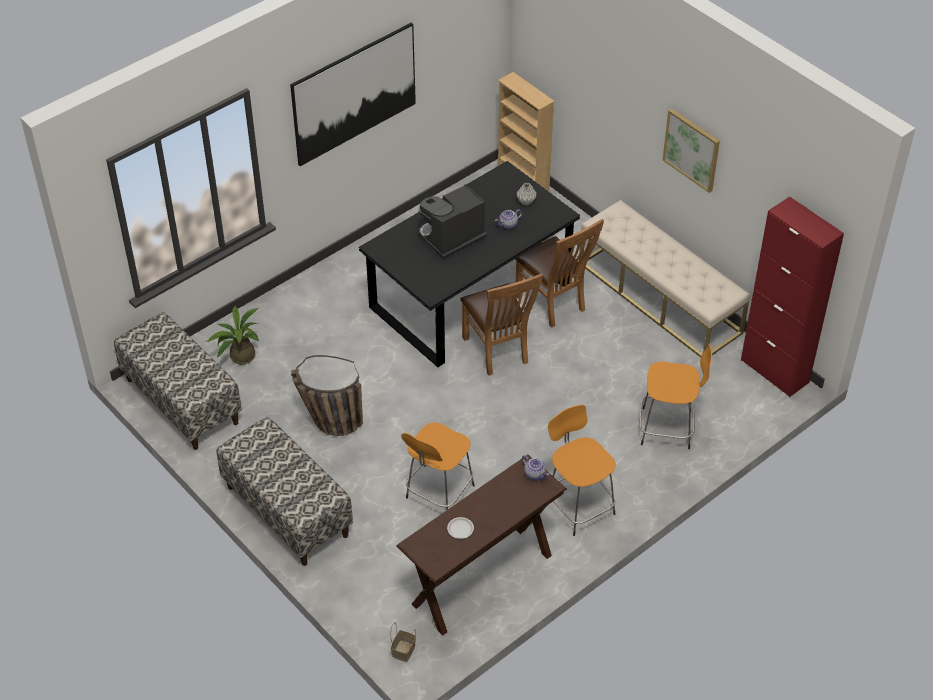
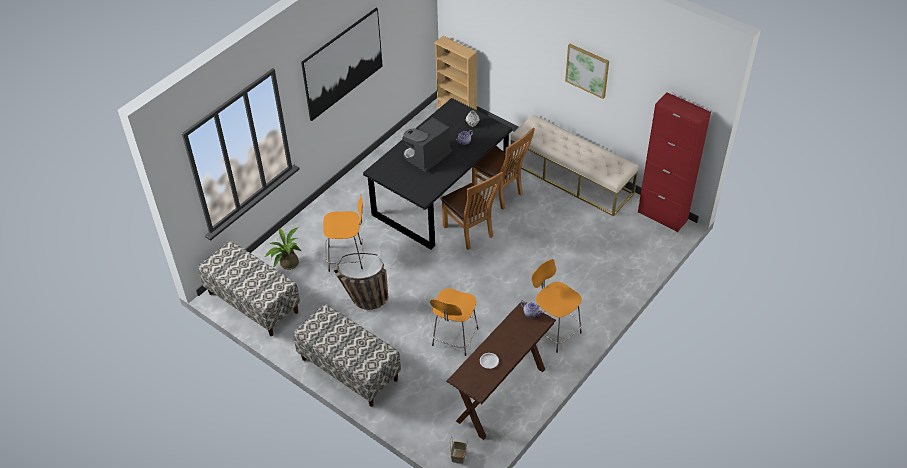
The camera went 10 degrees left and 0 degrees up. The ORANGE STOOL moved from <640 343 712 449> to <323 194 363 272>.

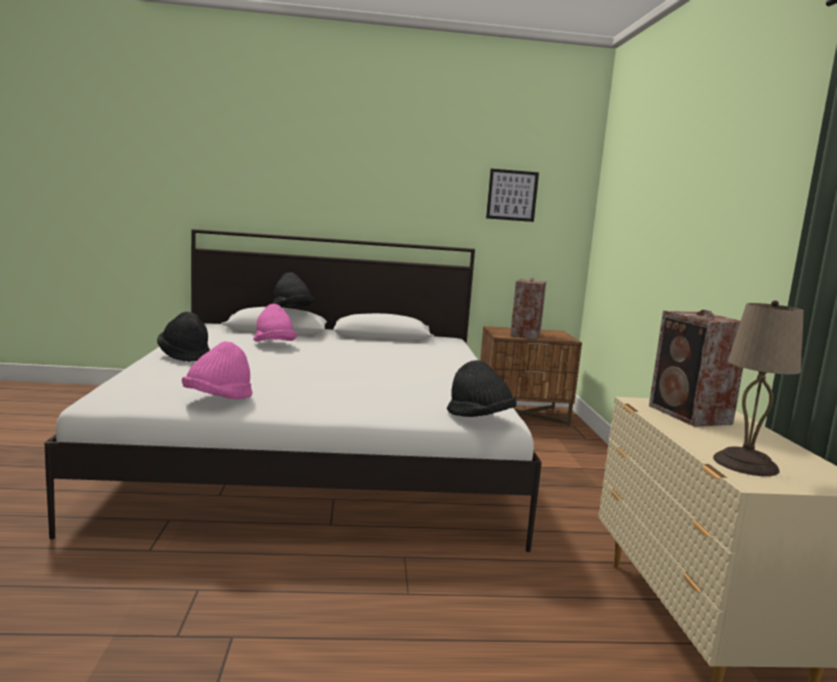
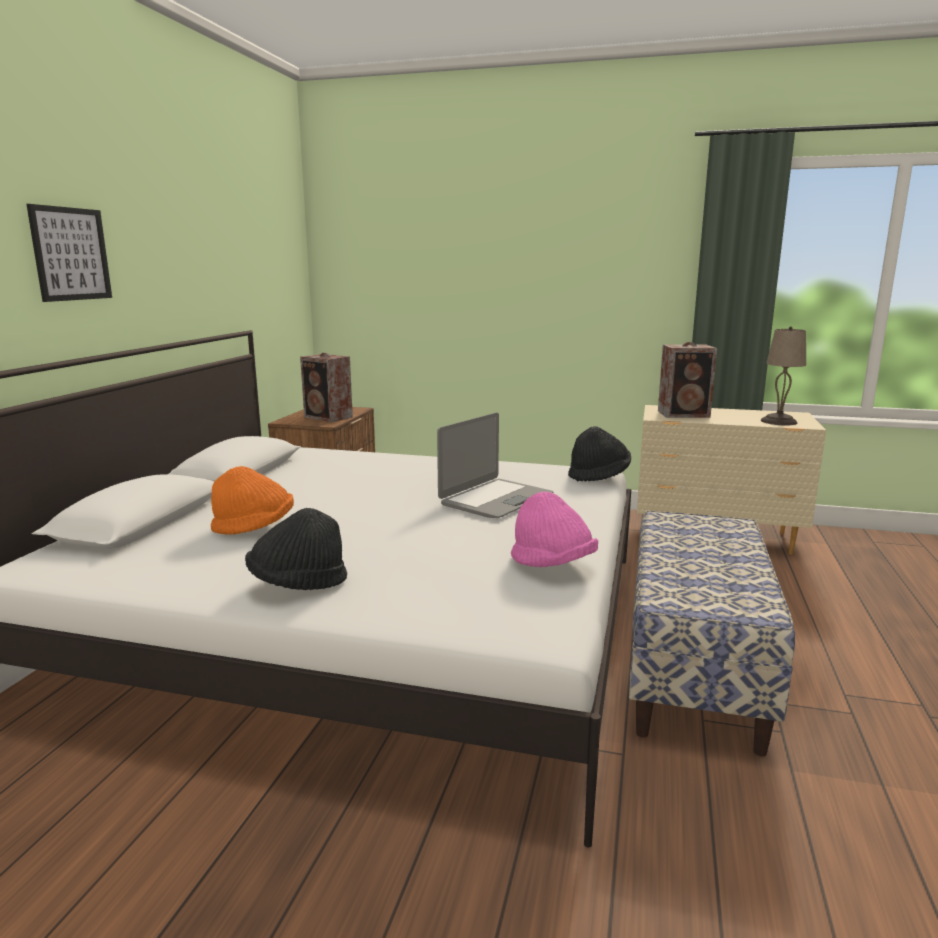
The camera went 70 degrees left and 5 degrees up. The PICTURE moved from <486 169 539 222> to <26 204 112 302>. The PINK HAT at <253 304 297 342> became the ORANGE HAT at <211 466 294 535>. The LAPTOP at <437 413 553 518> appeared. The BENCH at <629 511 795 757> appeared. The BLACK HAT at <273 272 314 307> disappeared.

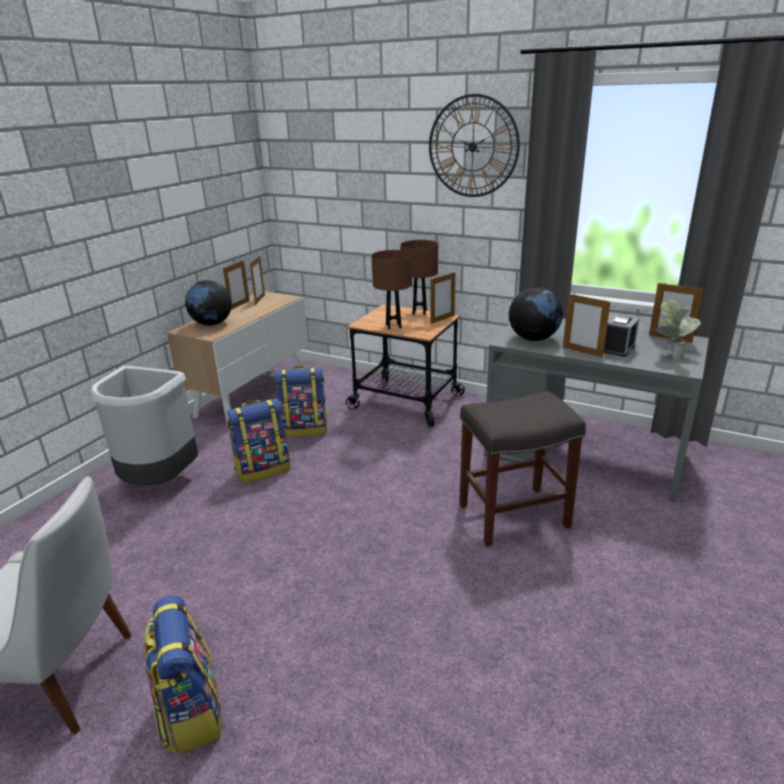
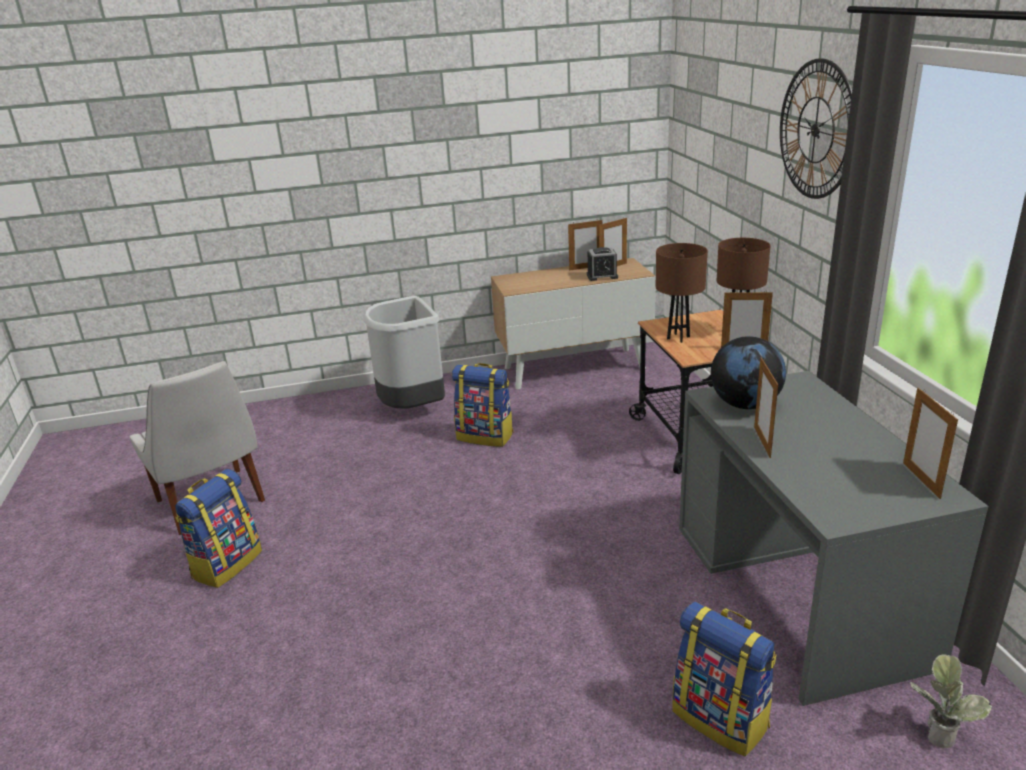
The camera went 50 degrees right and 0 degrees up. The ALARM CLOCK moved from <603 315 639 357> to <587 247 618 281>. The BACKPACK moved from <274 366 328 437> to <673 602 777 756>. The POTTED PLANT moved from <655 299 701 360> to <910 654 993 748>. The GLOBE at <185 280 232 326> disappeared. The GREY STOOL at <459 391 586 547> disappeared.

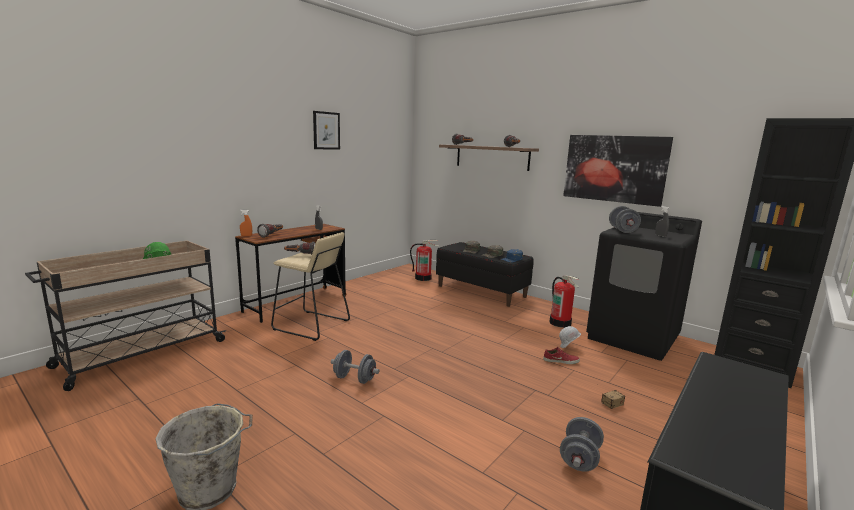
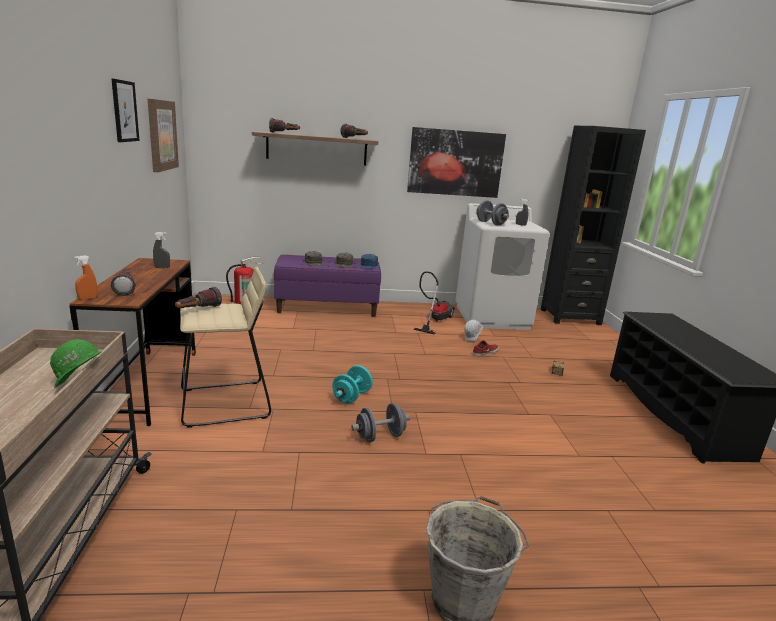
The camera went 45 degrees left and 5 degrees up. The PICTURE at <148 99 179 172> appeared. The BLACK BENCH at <436 242 534 307> became the PURPLE BENCH at <274 255 381 317>. The TURQUOISE DUMBBELL at <332 365 373 404> appeared. The FIRE EXTINGUISHER at <549 276 579 328> was replaced by the VACUUM CLEANER at <414 271 455 335>. The BLACK WASHING MACHINE at <586 212 702 361> became the WHITE WASHING MACHINE at <455 203 550 330>. The GREY DUMBBELL at <560 417 604 472> disappeared.

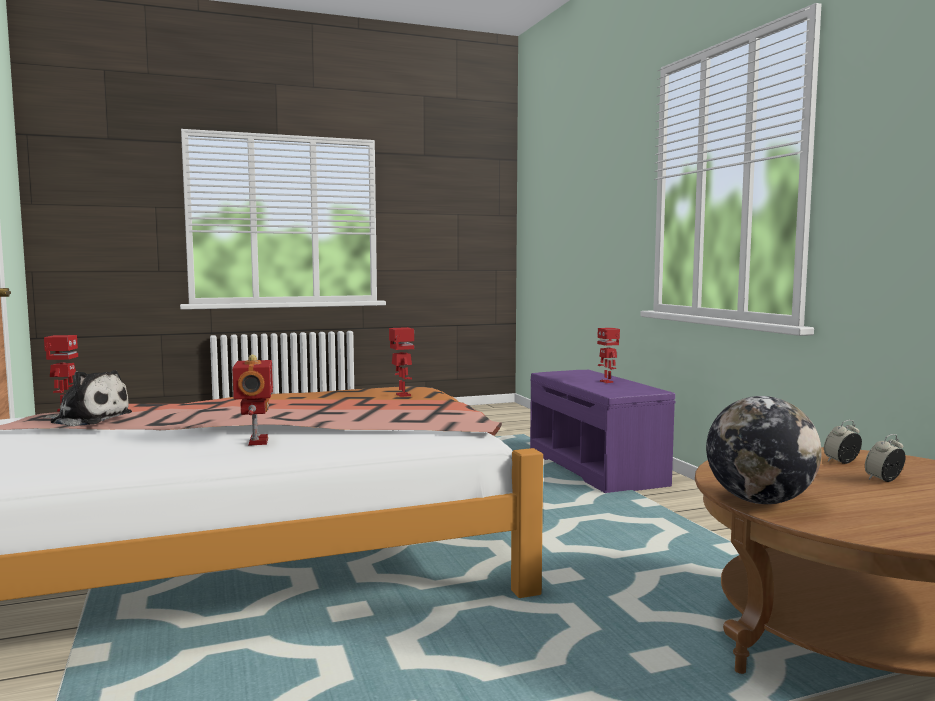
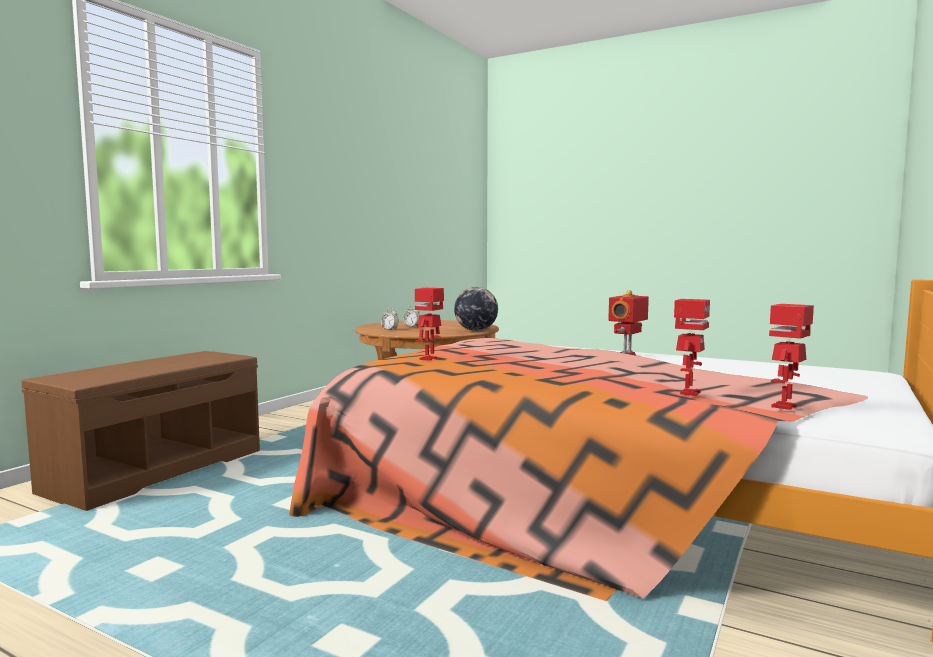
The camera went 130 degrees left and 0 degrees up. The PURPLE BENCH at <530 370 676 493> became the BROWN BENCH at <22 351 260 511>. The TOY ROBOT moved from <597 328 620 383> to <674 299 710 396>. The PLUSH TOY at <43 370 132 426> disappeared.

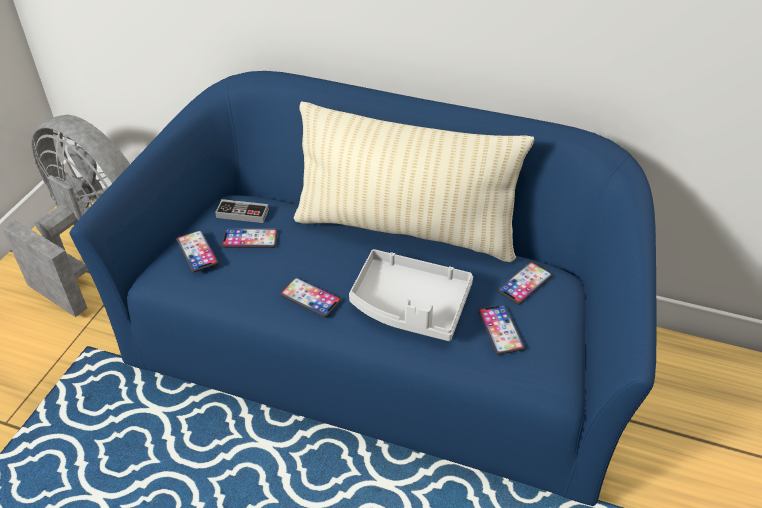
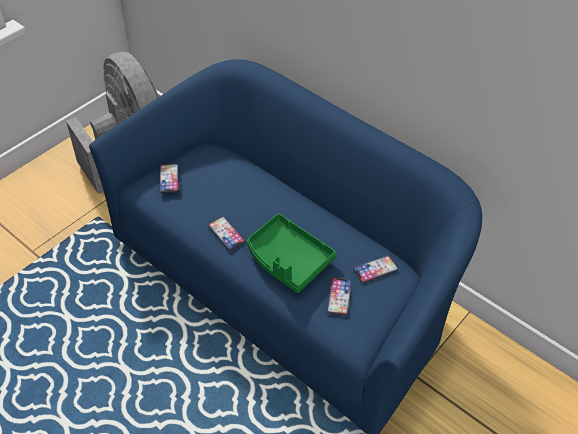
The camera went 20 degrees right and 5 degrees up. The GREY TRAY at <349 249 473 341> became the GREEN TRAY at <247 213 337 293>. The GAME CONTROLLER at <215 199 269 223> disappeared. The PHONE at <222 229 278 248> disappeared. The BEIGE PILLOW at <294 101 534 262> disappeared.

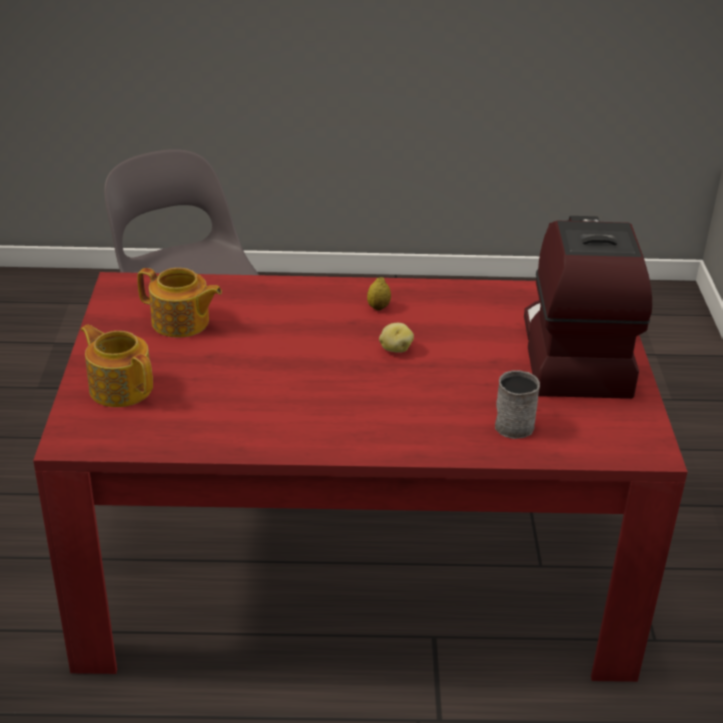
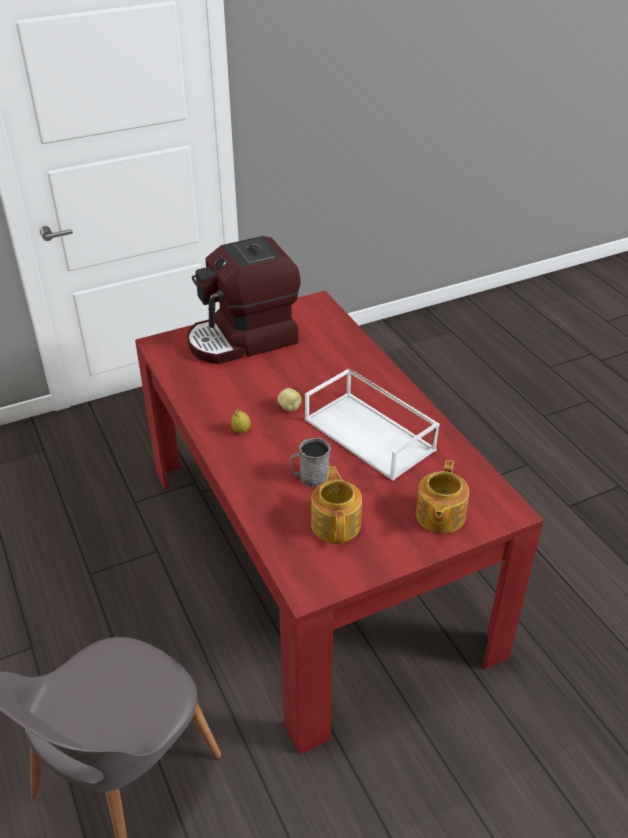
The camera went 115 degrees left and 5 degrees up. The GREY MUG moved from <495 370 540 439> to <290 438 331 487>. The WHITE TRAY at <305 368 439 481> appeared.

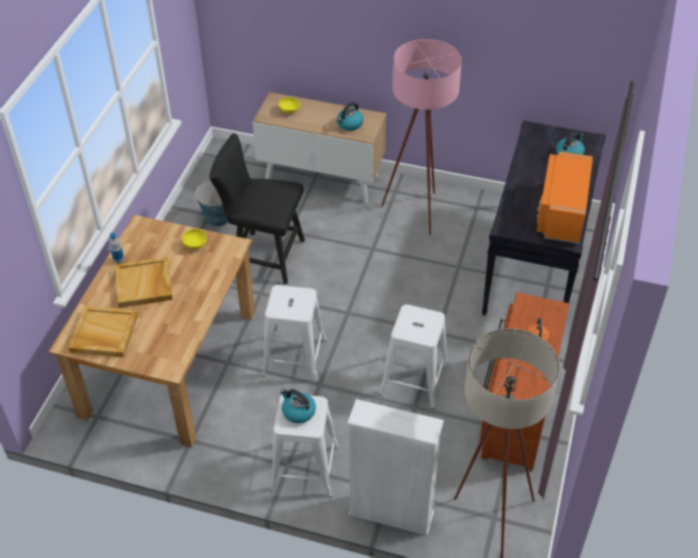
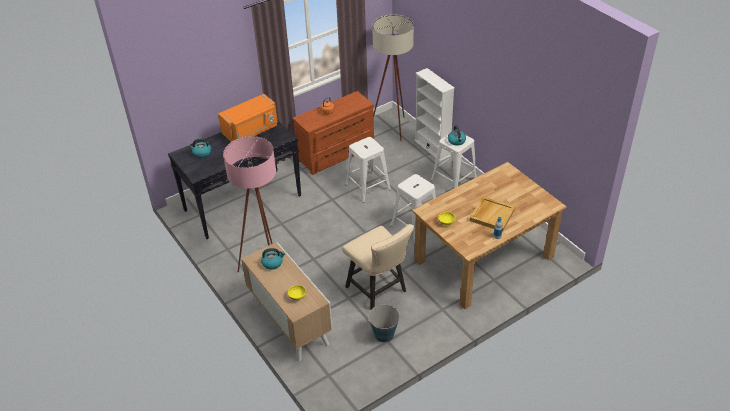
The camera went 140 degrees left and 5 degrees down. The BLACK CHAIR at <209 133 305 284> became the BEIGE CHAIR at <342 224 414 309>. The BEIGE TRAY at <68 306 138 357> disappeared.

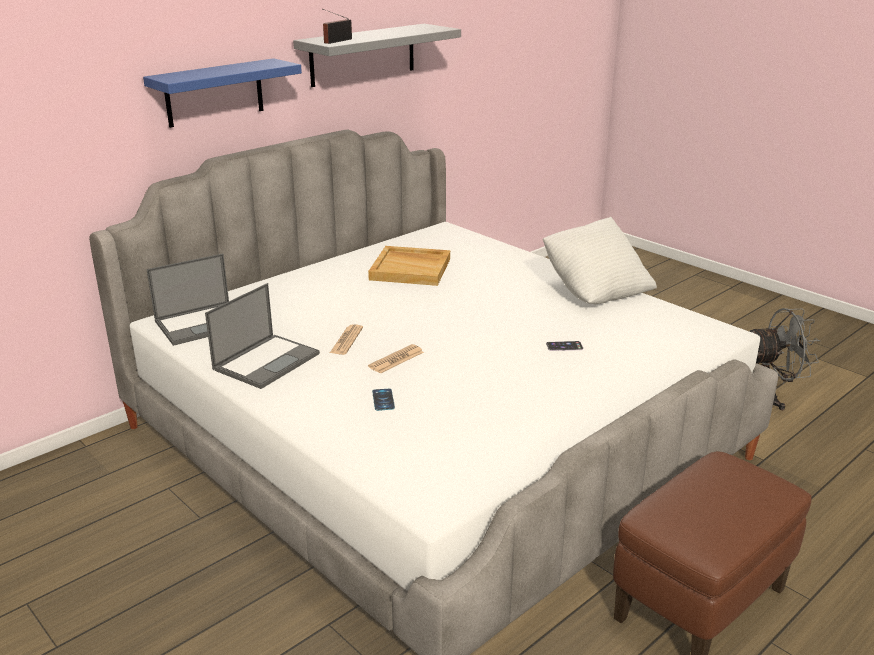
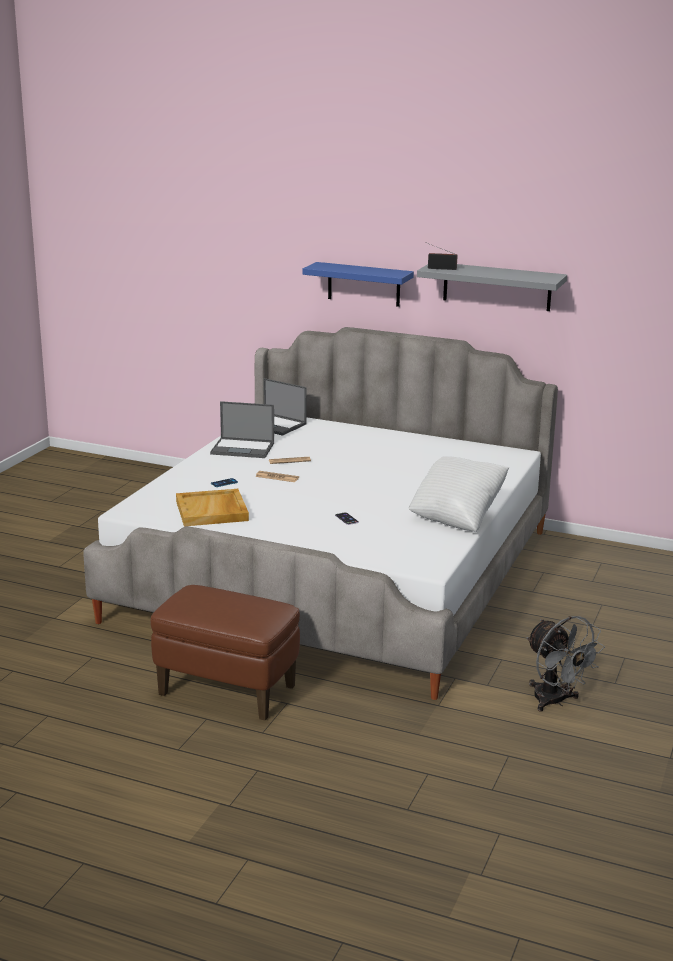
The camera went 65 degrees right and 5 degrees down. The BEIGE TRAY moved from <368 246 450 286> to <176 489 249 526>.

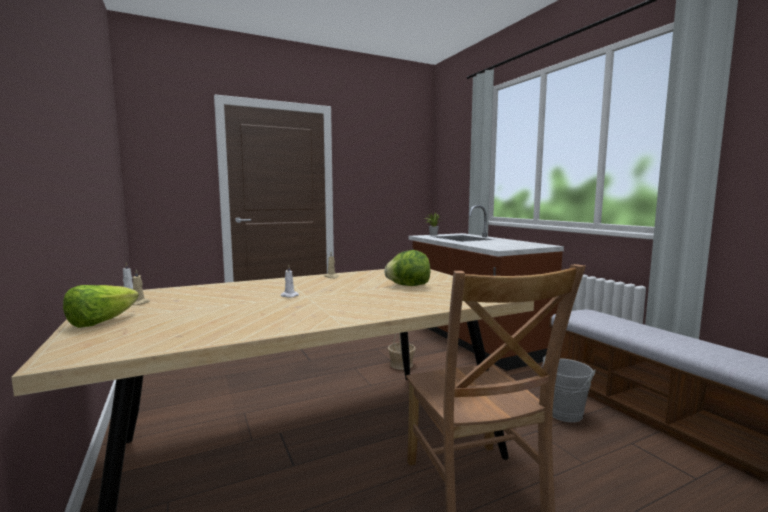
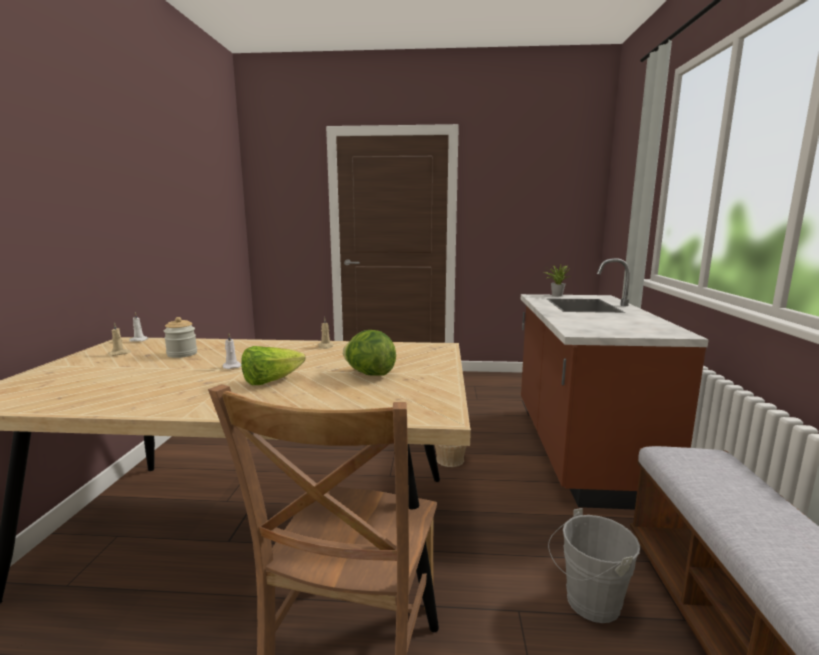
The camera went 30 degrees right and 5 degrees up. The JAR at <164 317 197 358> appeared. The LETTUCE moved from <63 285 139 328> to <241 346 306 385>.

